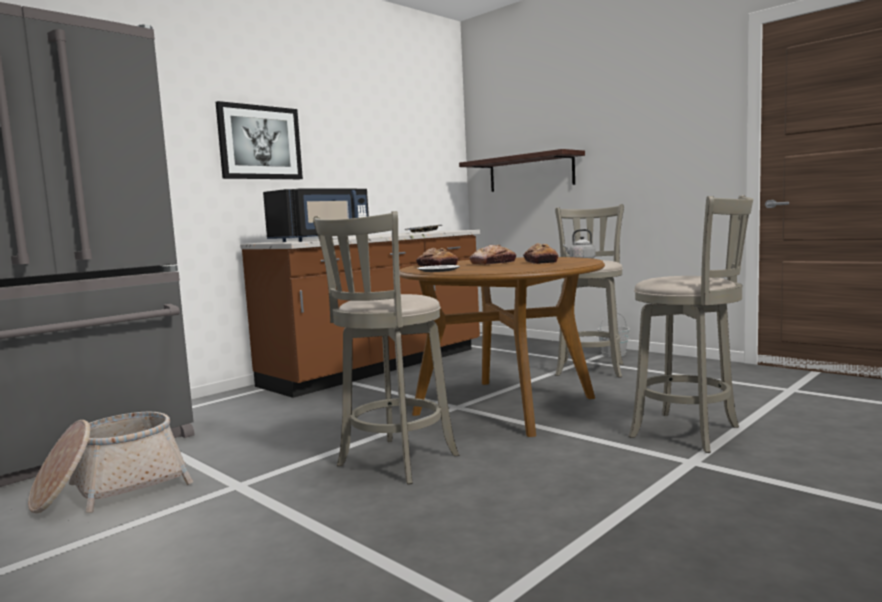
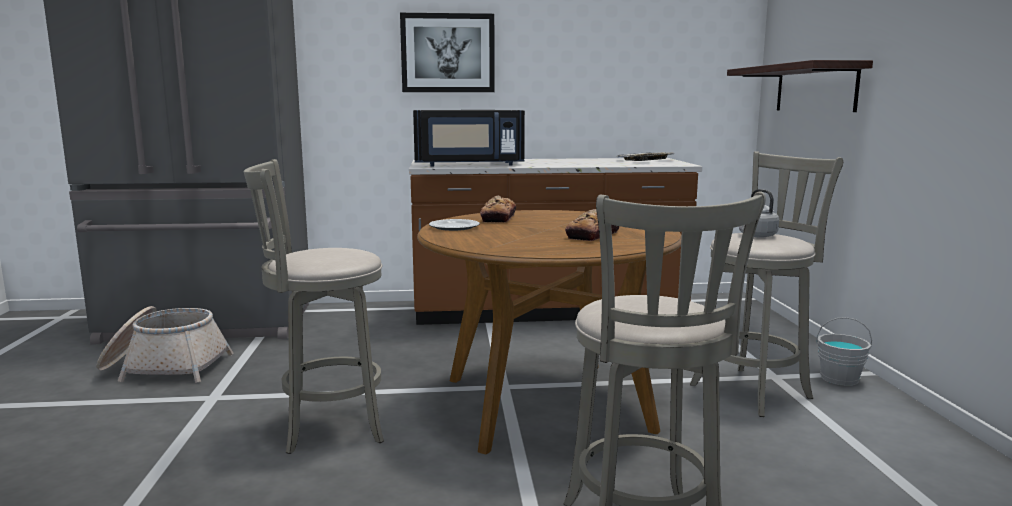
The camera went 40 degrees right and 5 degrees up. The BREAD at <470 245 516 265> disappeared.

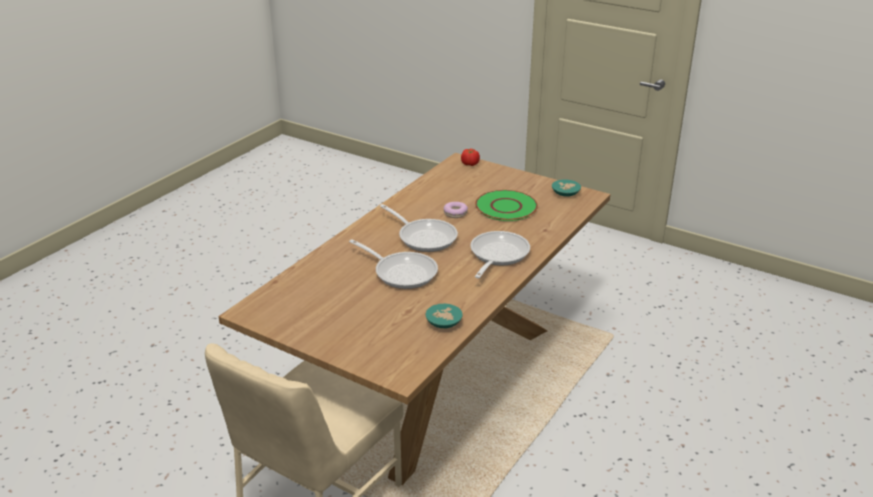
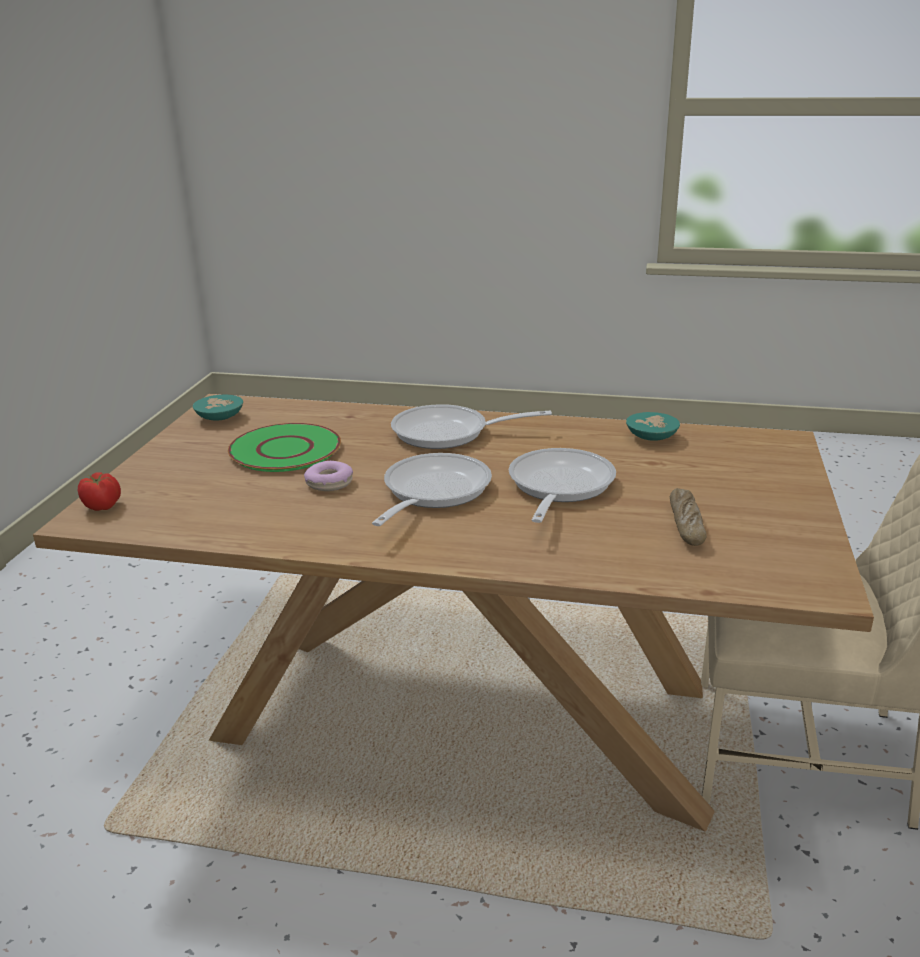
The camera went 110 degrees left and 5 degrees down. The BREAD at <670 488 707 546> appeared.

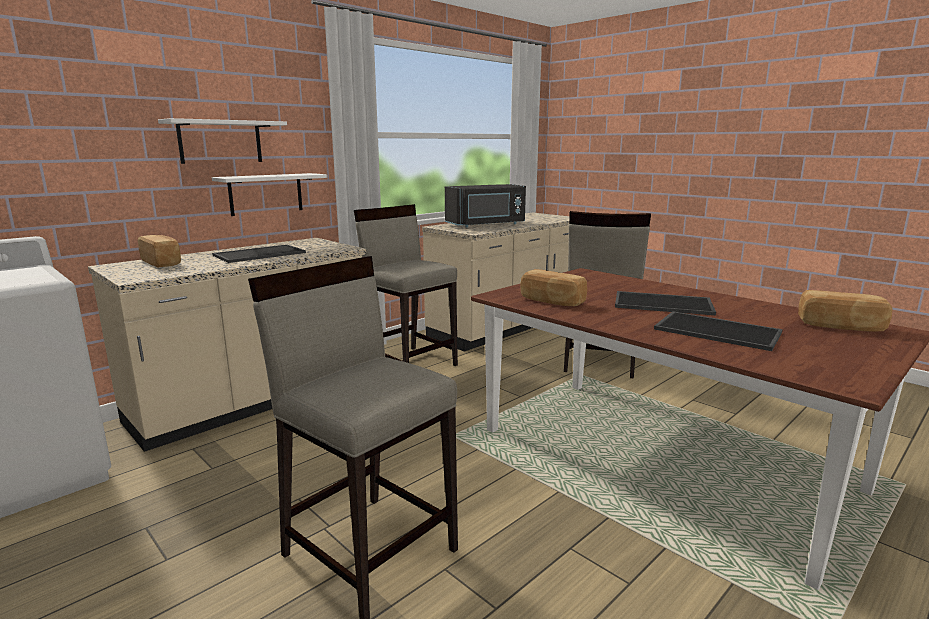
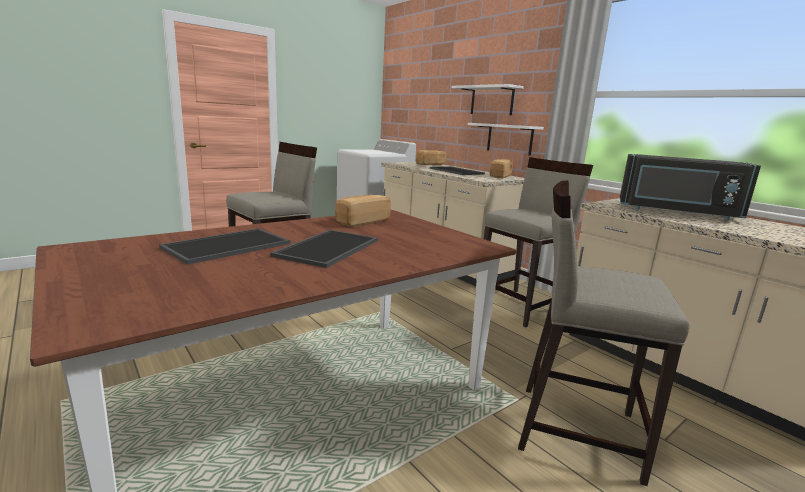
The camera went 95 degrees right and 0 degrees up. The BREAD moved from <798 290 893 332> to <490 159 513 178>. The BLACK MICROWAVE at <445 184 526 228> turned 45 degrees counterclockwise.

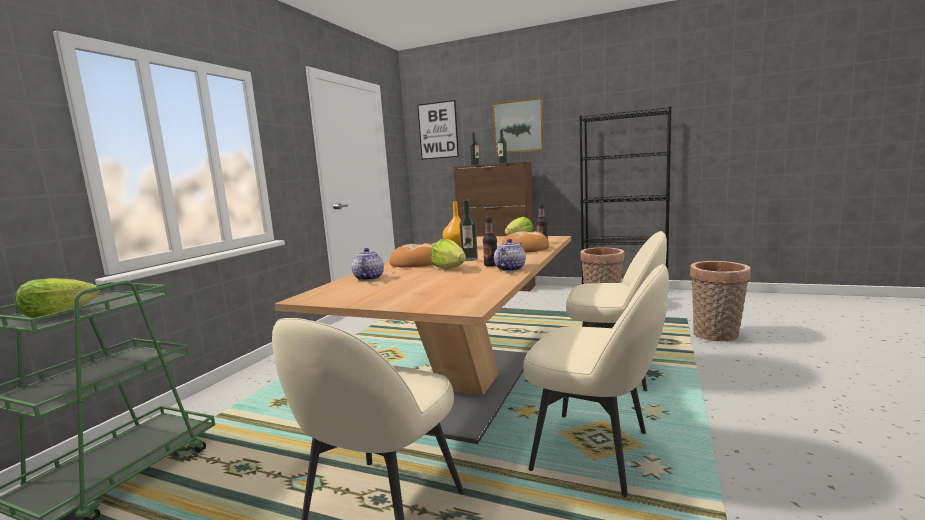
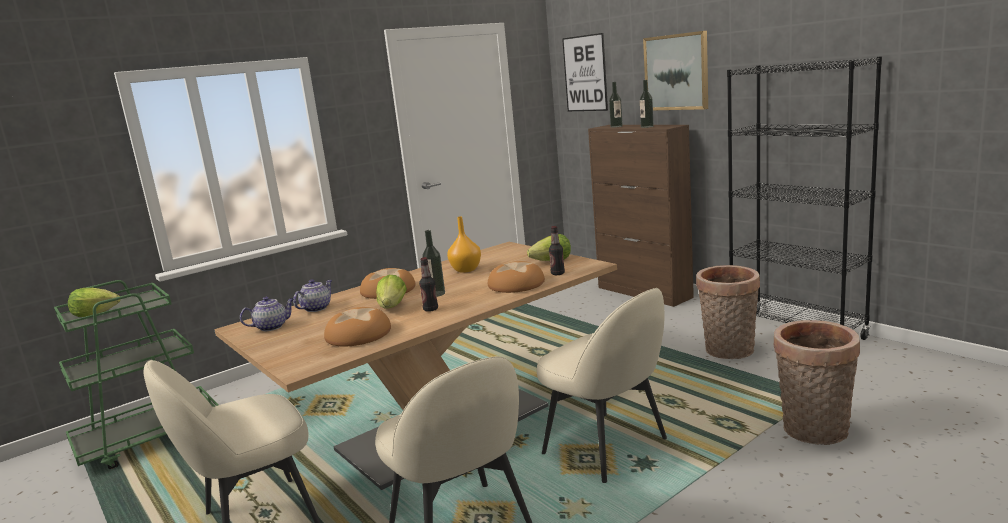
The camera went 30 degrees right and 5 degrees up. The TEAPOT moved from <494 239 526 271> to <240 297 294 331>. The BREAD at <324 307 391 346> appeared.

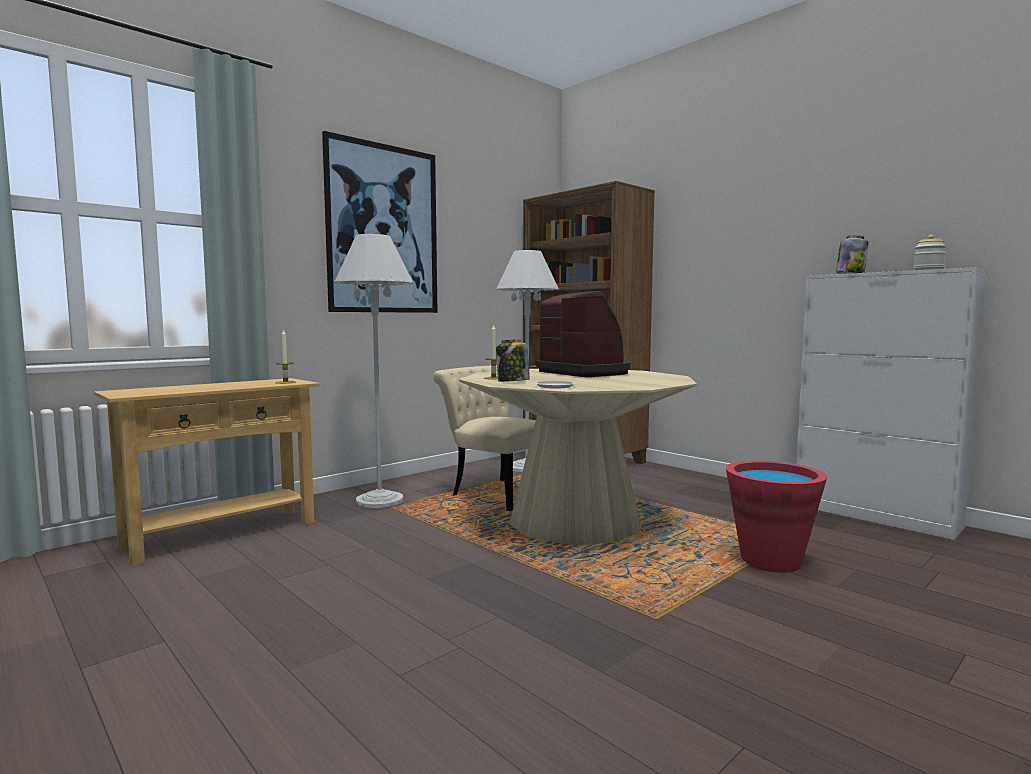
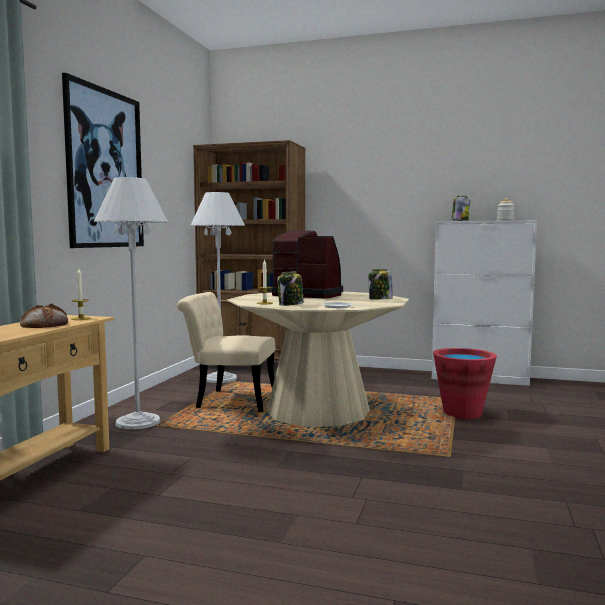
The camera went 30 degrees left and 0 degrees up. The BREAD at <20 304 68 328> appeared. The JAR at <368 269 393 300> appeared.

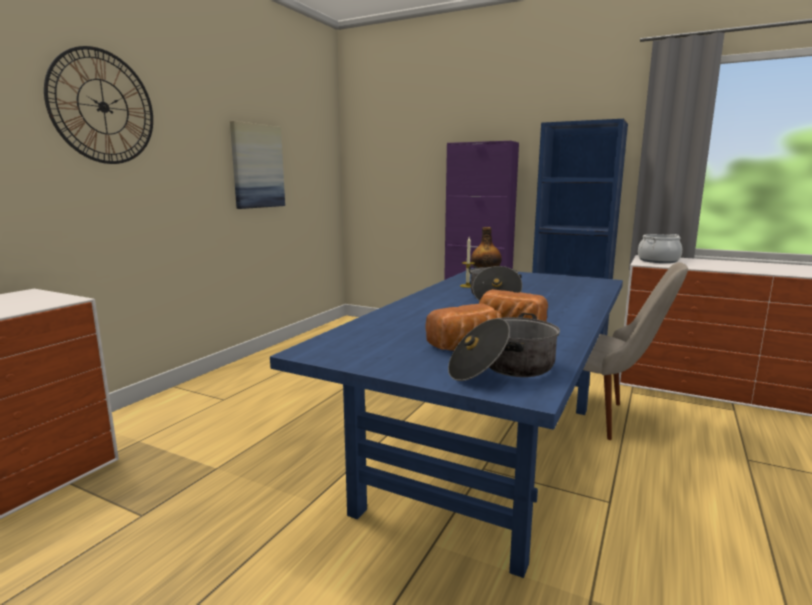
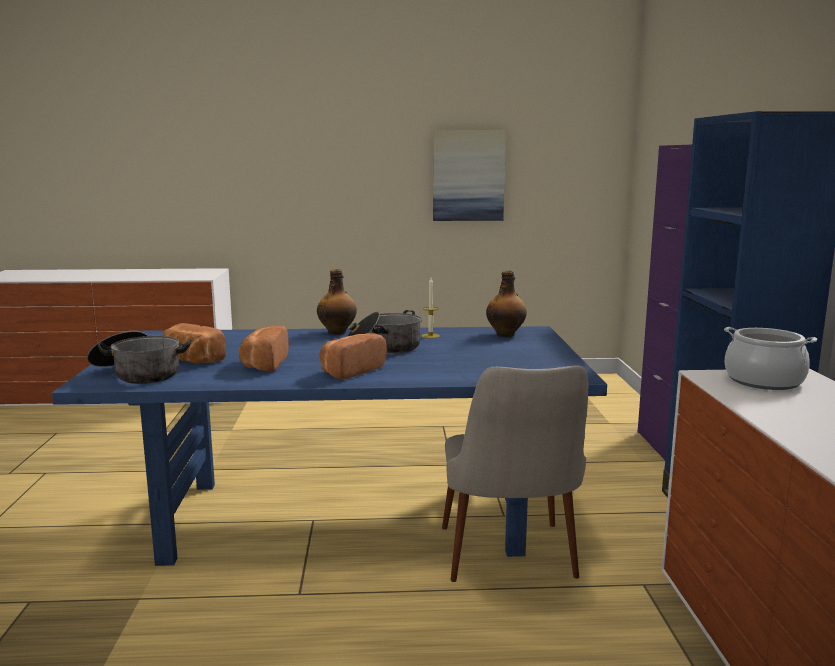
The camera went 60 degrees right and 0 degrees up. The BOTTLE at <317 269 357 335> appeared. The BREAD at <319 333 387 380> appeared. The WALL CLOCK at <44 46 153 164> disappeared.

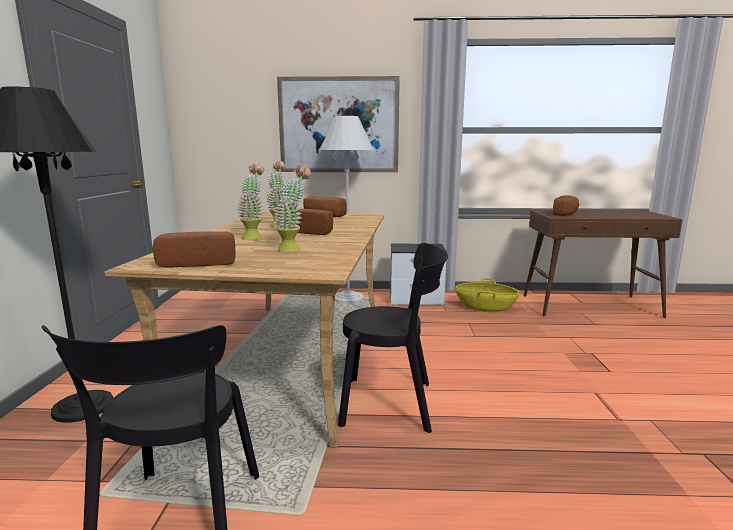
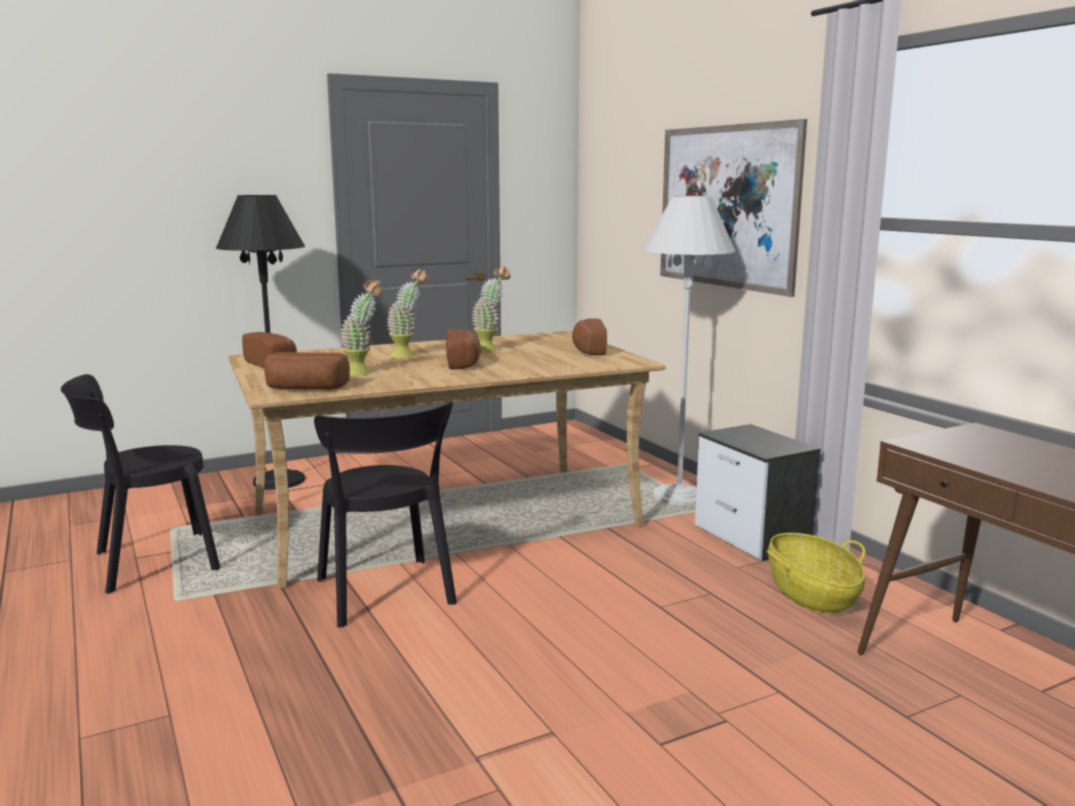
The camera went 60 degrees right and 0 degrees up. The BREAD moved from <553 195 579 216> to <264 352 350 390>.

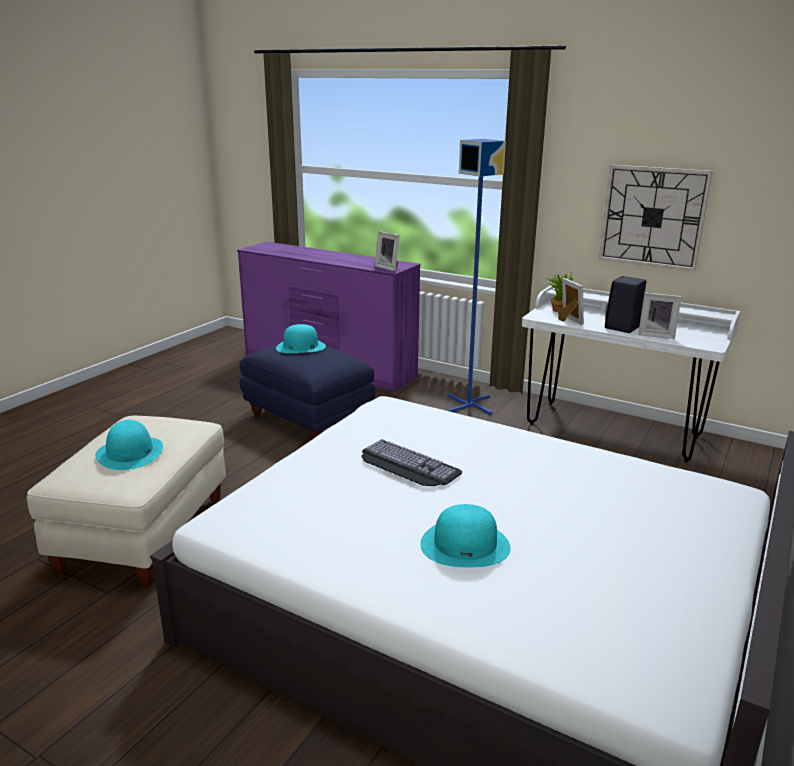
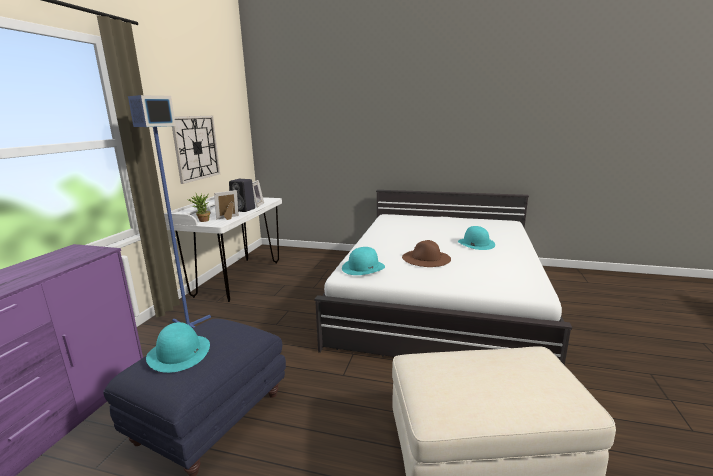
The camera went 105 degrees left and 5 degrees down. The TURQUOISE HAT moved from <95 420 163 470> to <342 247 385 275>. The KEYBOARD at <361 439 462 486> was replaced by the BROWN HAT at <402 240 451 267>. The PICTURE FRAME at <374 231 400 271> disappeared.

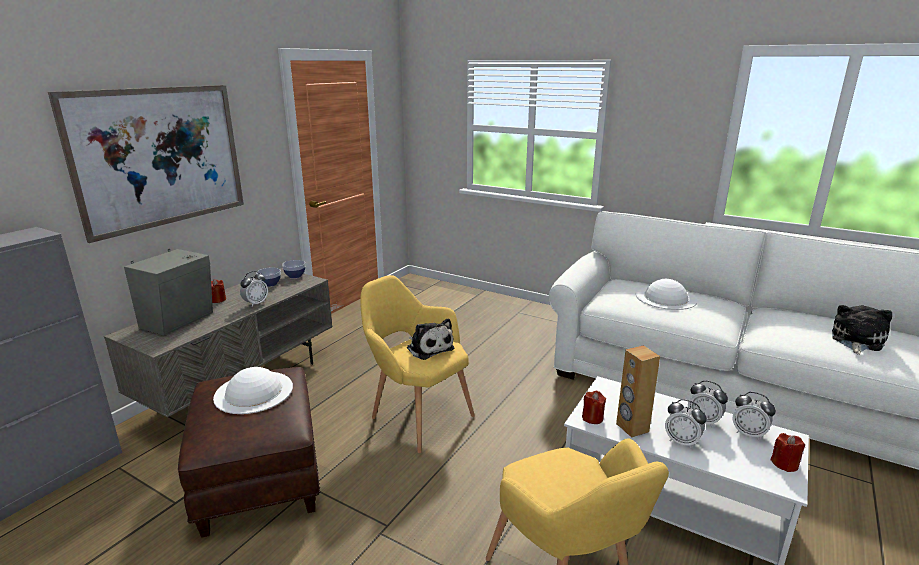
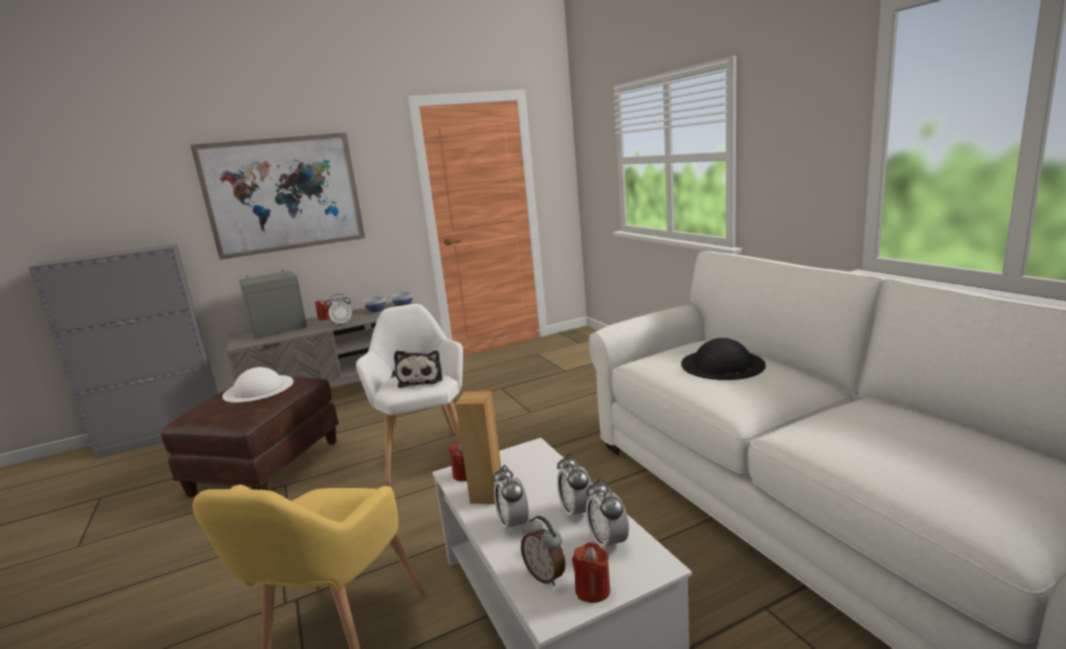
The camera went 35 degrees right and 5 degrees down. The YELLOW ARMCHAIR at <360 275 475 453> became the WHITE ARMCHAIR at <356 304 463 484>. The ALARM CLOCK at <521 516 566 586> appeared. The WHITE HAT at <636 279 697 310> became the BLACK HAT at <681 338 766 380>. The PLUSH TOY at <832 305 892 355> disappeared.

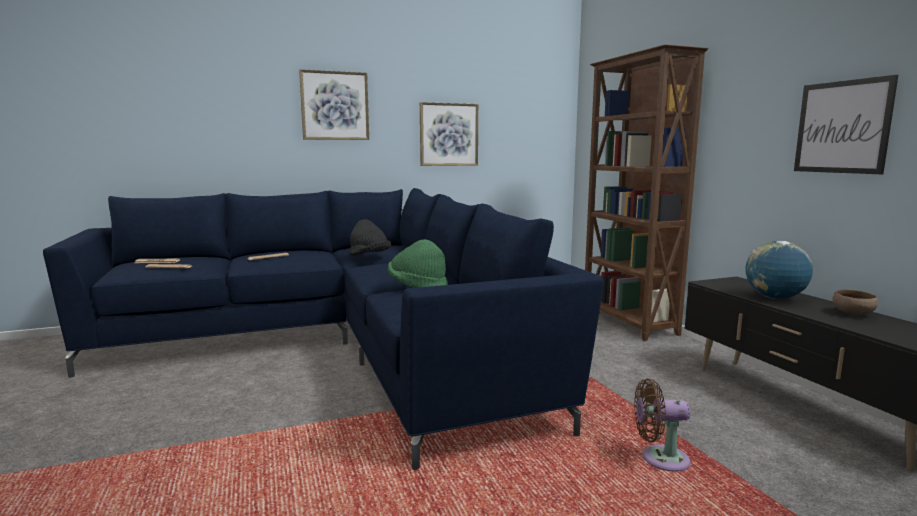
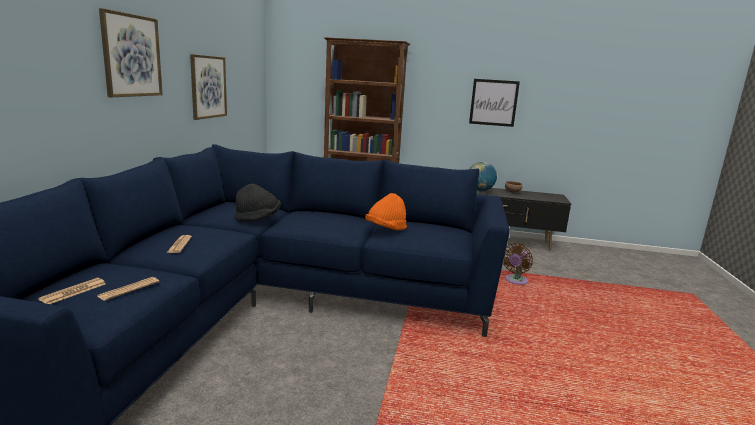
The camera went 60 degrees left and 5 degrees up. The GREEN HAT at <388 239 448 288> became the ORANGE HAT at <365 193 407 230>.

